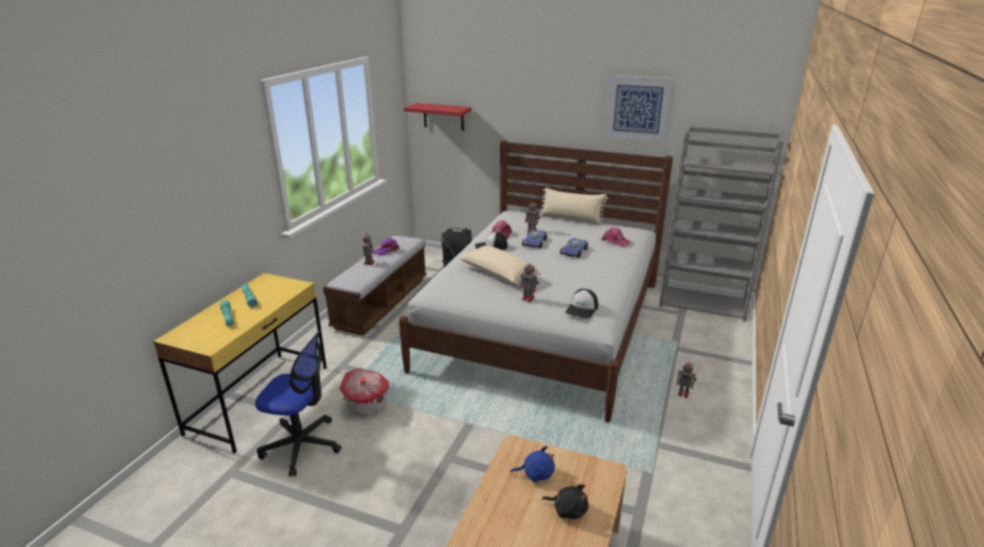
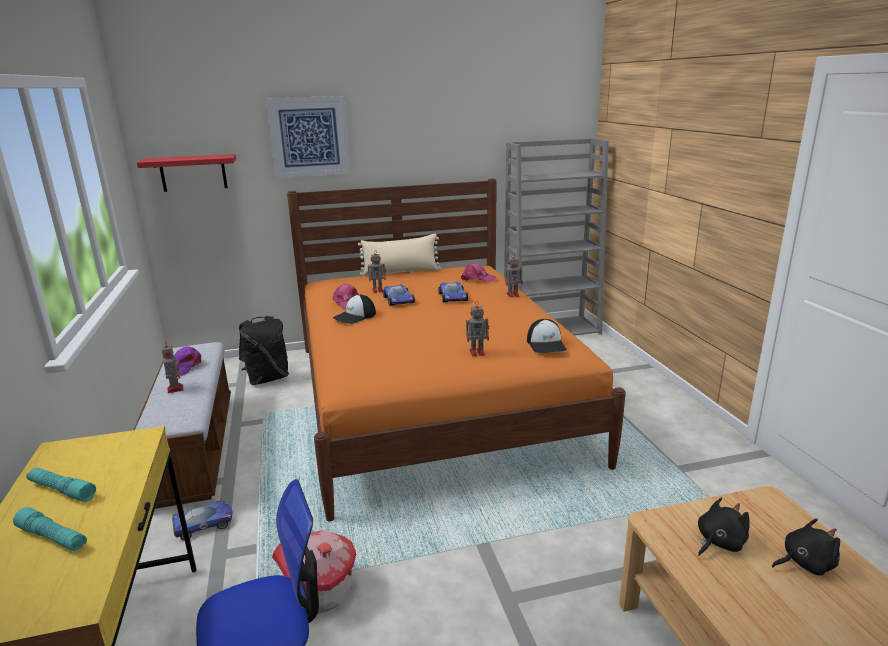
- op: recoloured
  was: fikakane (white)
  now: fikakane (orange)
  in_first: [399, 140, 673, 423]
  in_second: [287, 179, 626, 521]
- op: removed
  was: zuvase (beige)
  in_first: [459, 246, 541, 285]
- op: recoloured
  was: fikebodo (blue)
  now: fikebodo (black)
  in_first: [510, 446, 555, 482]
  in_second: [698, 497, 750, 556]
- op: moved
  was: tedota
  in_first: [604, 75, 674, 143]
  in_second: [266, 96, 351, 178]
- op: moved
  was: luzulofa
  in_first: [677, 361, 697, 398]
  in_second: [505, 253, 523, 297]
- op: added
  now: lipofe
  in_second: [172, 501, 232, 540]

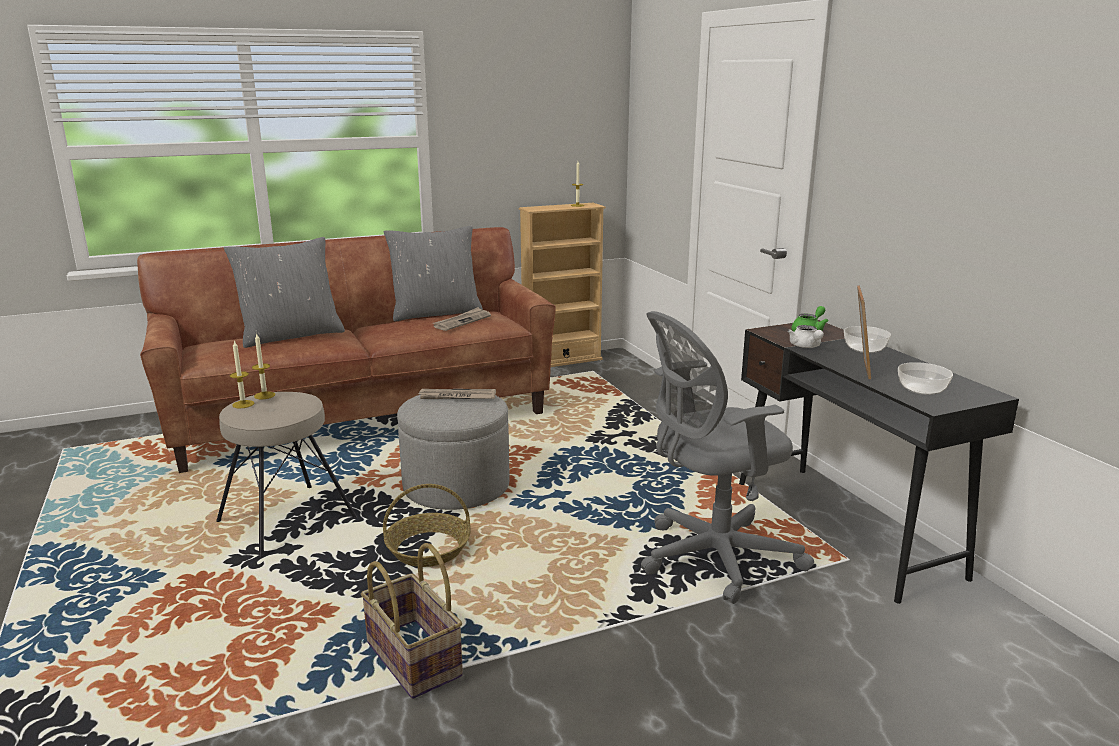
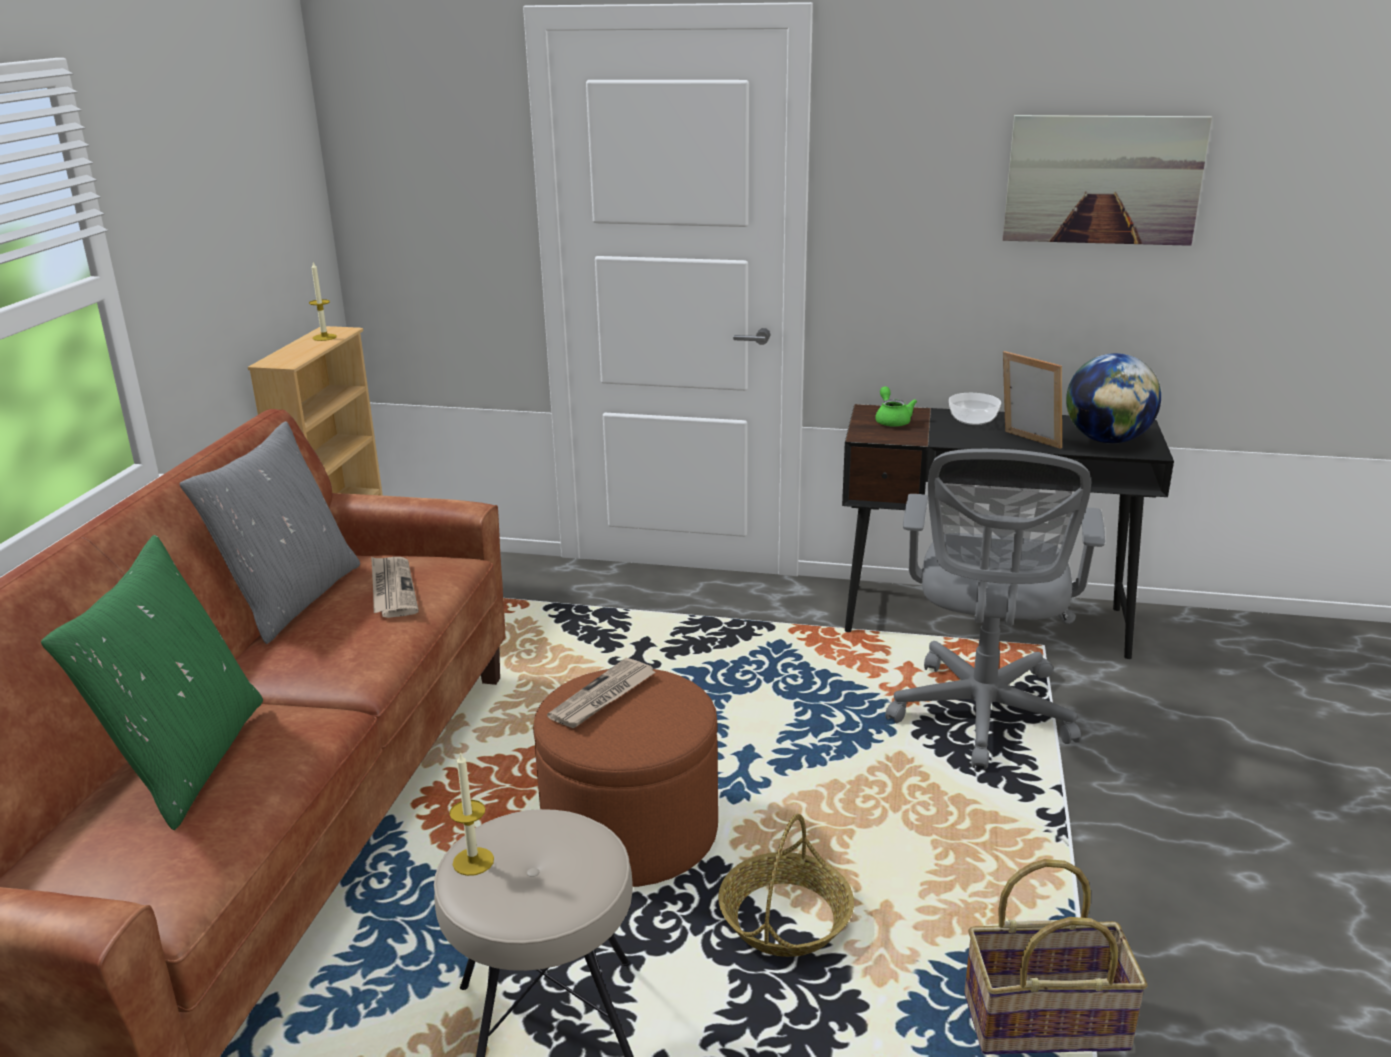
- op: recoloured
  was: zuvase (grey)
  now: zuvase (green)
  in_first: [224, 237, 345, 348]
  in_second: [41, 535, 263, 830]
- op: removed
  was: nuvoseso
  in_first: [230, 340, 254, 409]
- op: recoloured
  was: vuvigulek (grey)
  now: vuvigulek (brown)
  in_first: [397, 394, 509, 510]
  in_second: [533, 669, 718, 887]
- op: removed
  was: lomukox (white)
  in_first: [788, 325, 824, 348]
- op: replaced
  was: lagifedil
  now: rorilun
  in_first: [898, 362, 953, 395]
  in_second: [1066, 353, 1161, 444]
- op: added
  now: tedota
  in_second: [1003, 115, 1212, 246]

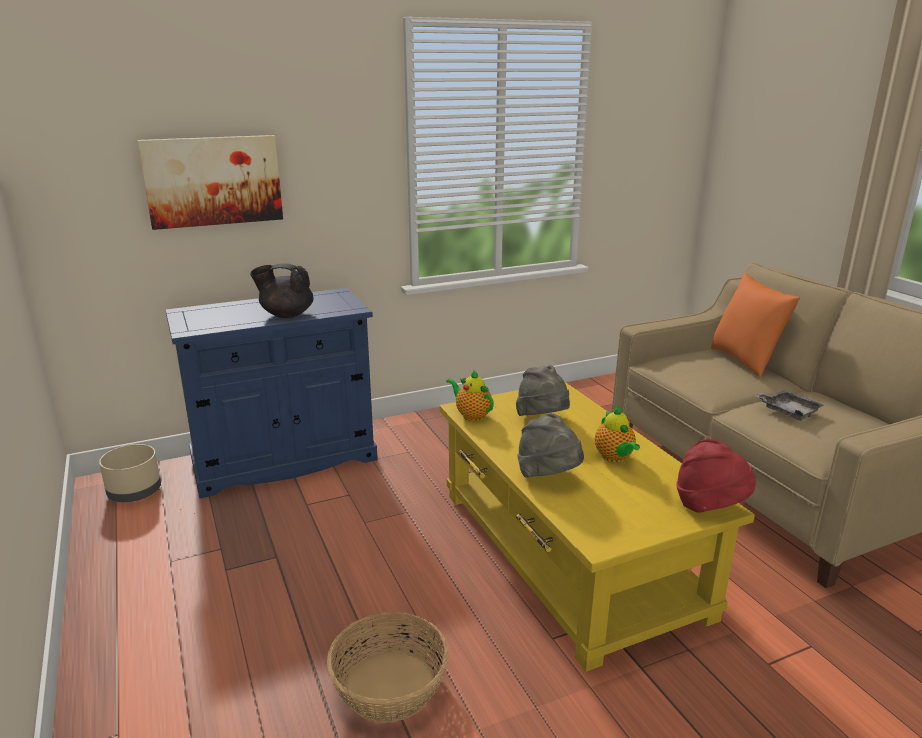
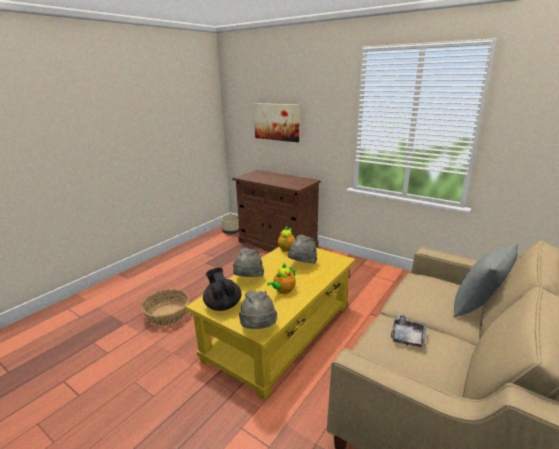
- op: recoloured
  was: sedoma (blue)
  now: sedoma (brown)
  in_first: [165, 288, 378, 498]
  in_second: [233, 170, 321, 252]
- op: moved
  was: lomukox (black)
  in_first: [250, 263, 313, 318]
  in_second: [203, 268, 242, 311]
- op: recoloured
  was: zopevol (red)
  now: zopevol (grey)
  in_first: [676, 439, 756, 513]
  in_second: [239, 291, 277, 329]
- op: recoloured
  was: zuvase (orange)
  now: zuvase (grey)
  in_first: [711, 273, 800, 378]
  in_second: [453, 243, 518, 317]

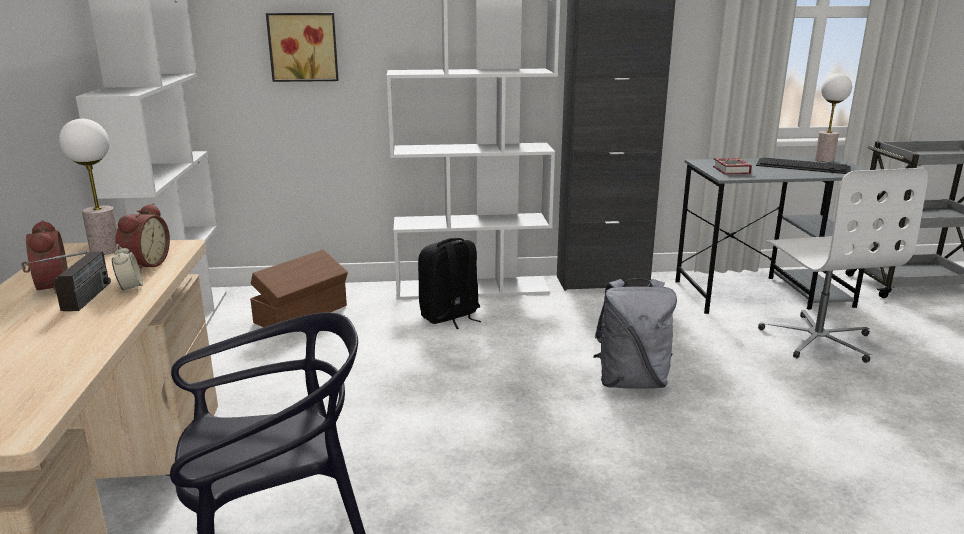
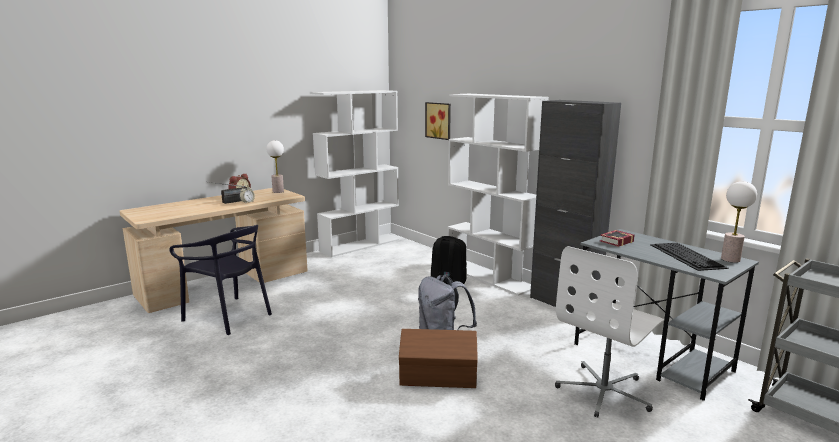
- op: removed
  was: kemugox
  in_first: [115, 203, 170, 270]
- op: moved
  was: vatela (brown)
  in_first: [250, 250, 348, 327]
  in_second: [399, 329, 477, 388]

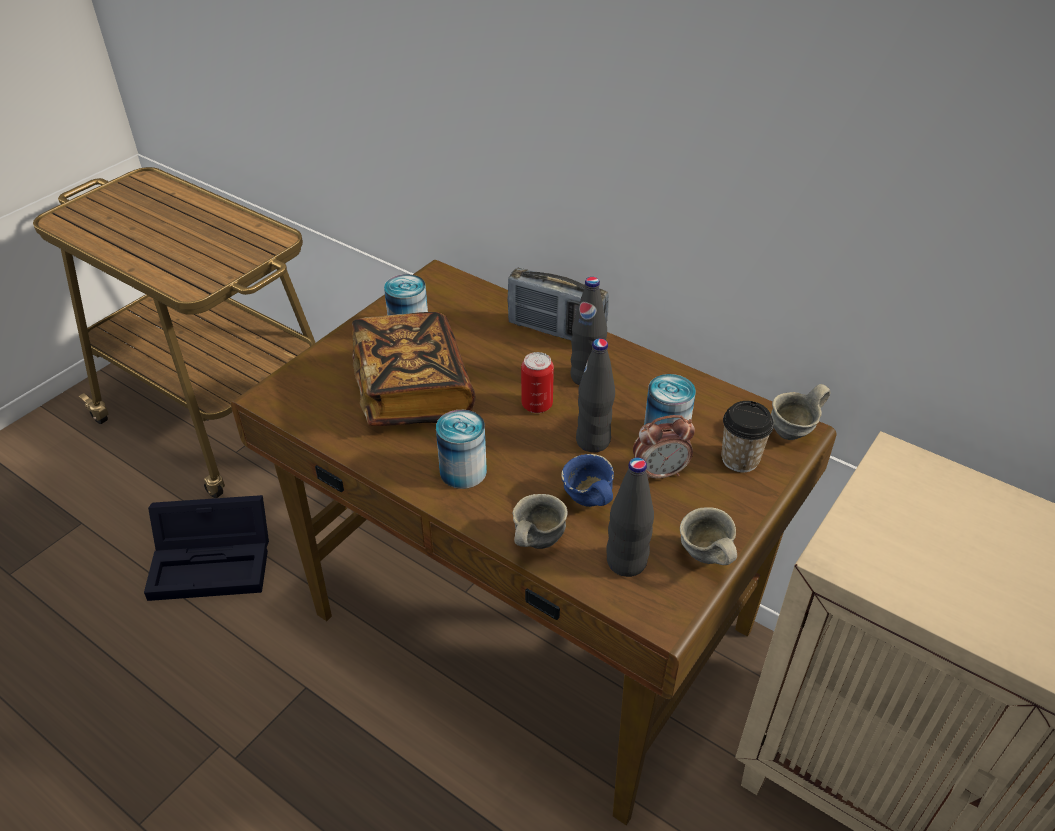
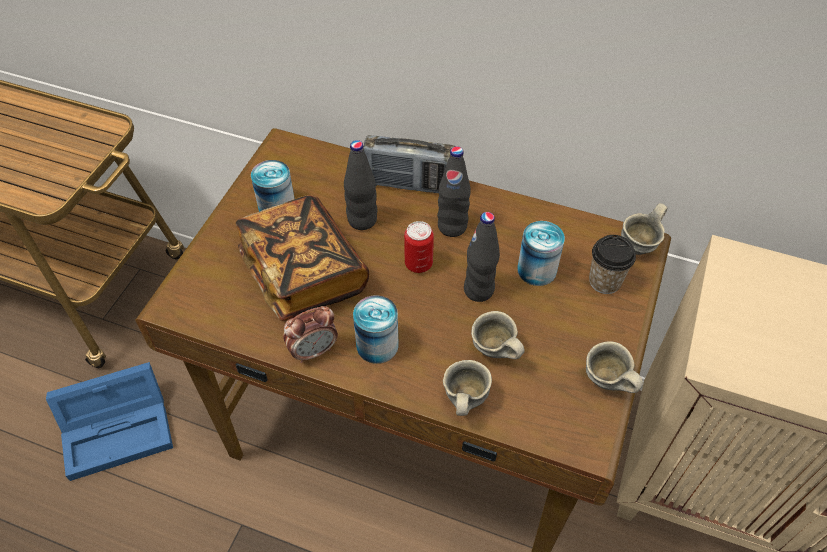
- op: recoloured
  was: vatela (black)
  now: vatela (blue)
  in_first: [144, 495, 269, 601]
  in_second: [46, 362, 173, 481]
- op: recoloured
  was: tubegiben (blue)
  now: tubegiben (grey)
  in_first: [561, 454, 614, 507]
  in_second: [471, 311, 524, 359]
- op: moved
  was: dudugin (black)
  in_first: [606, 457, 654, 577]
  in_second: [344, 140, 377, 230]
- op: moved
  was: kemugox
  in_first: [633, 415, 695, 479]
  in_second: [283, 306, 338, 363]

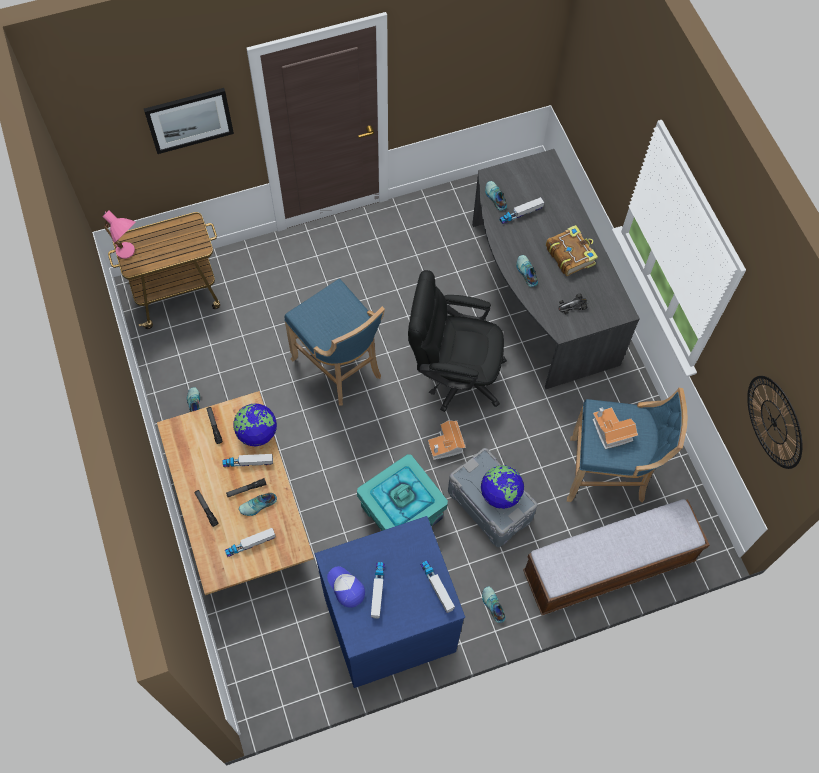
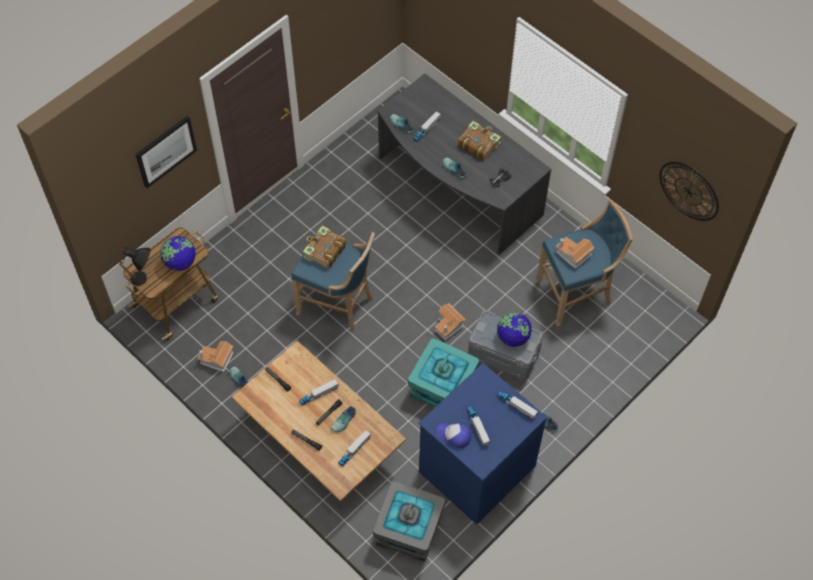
- op: recoloured
  was: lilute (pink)
  now: lilute (black)
  in_first: [103, 211, 136, 259]
  in_second: [119, 247, 151, 285]
- op: moved
  was: rorilun
  in_first: [233, 403, 277, 447]
  in_second: [160, 236, 196, 271]
- op: removed
  was: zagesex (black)
  in_first: [408, 270, 507, 412]
- op: removed
  was: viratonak
  in_first: [523, 499, 710, 615]
- op: added
  now: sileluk
  in_second: [197, 341, 233, 372]
- op: added
  now: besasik
  in_second: [303, 226, 346, 269]
- op: added
  now: vatela (grey)
  in_second: [373, 481, 445, 562]

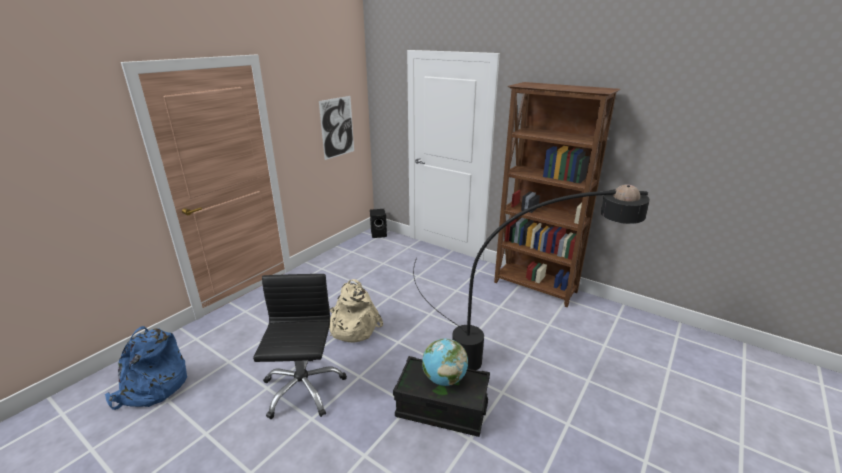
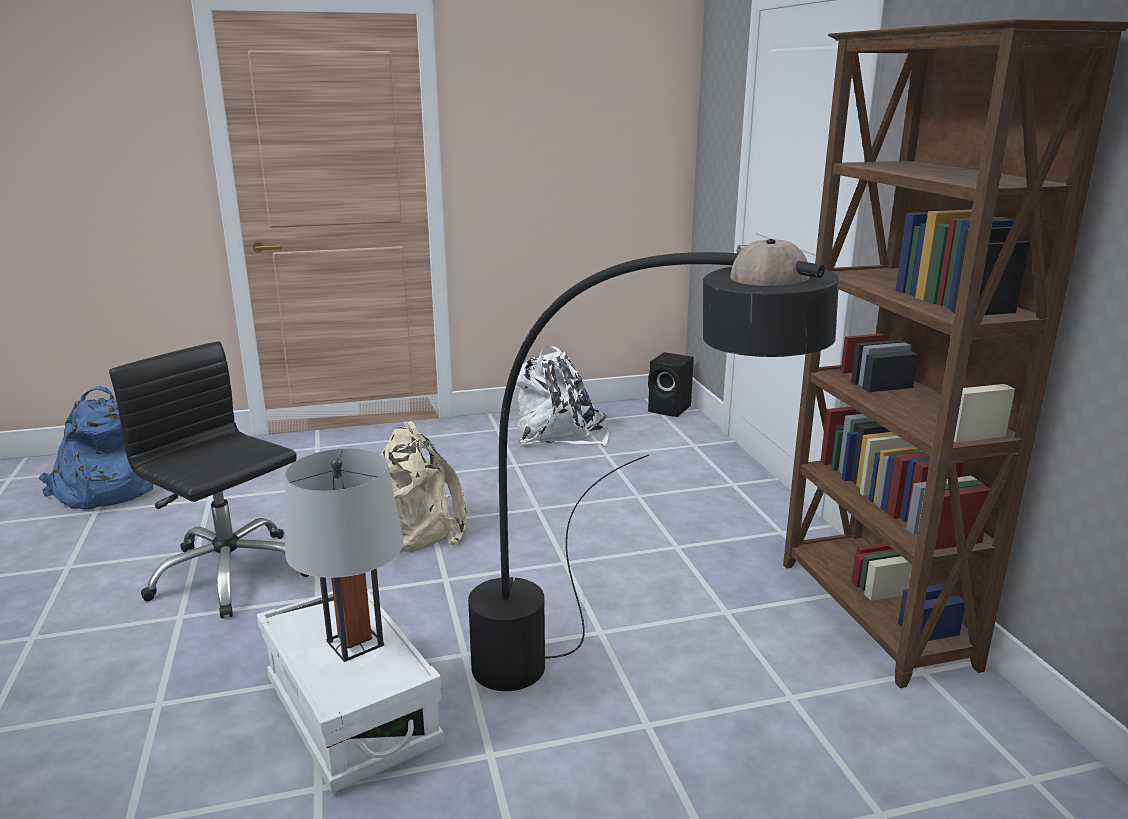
- op: turned
  was: zagesex (black)
  in_first: [253, 274, 347, 419]
  in_second: [109, 341, 309, 618]
  clockwise: -90
- op: removed
  was: tedota
  in_first: [319, 96, 354, 160]
- op: recoloured
  was: vatela (black)
  now: vatela (white)
  in_first: [393, 356, 490, 437]
  in_second: [257, 588, 444, 793]
- op: replaced
  was: rorilun
  now: lilute (grey)
  in_first: [422, 338, 468, 386]
  in_second: [285, 448, 404, 662]
- op: added
  now: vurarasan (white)
  in_second: [516, 346, 609, 446]

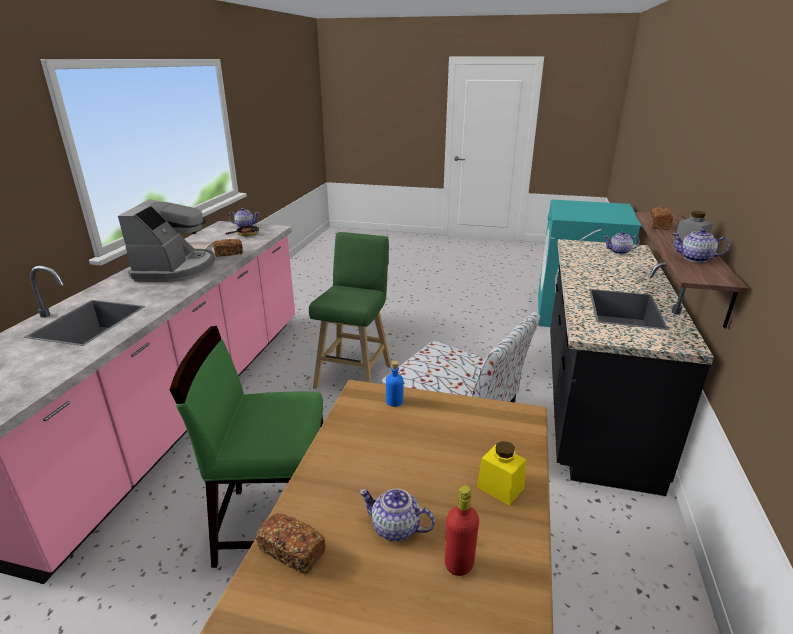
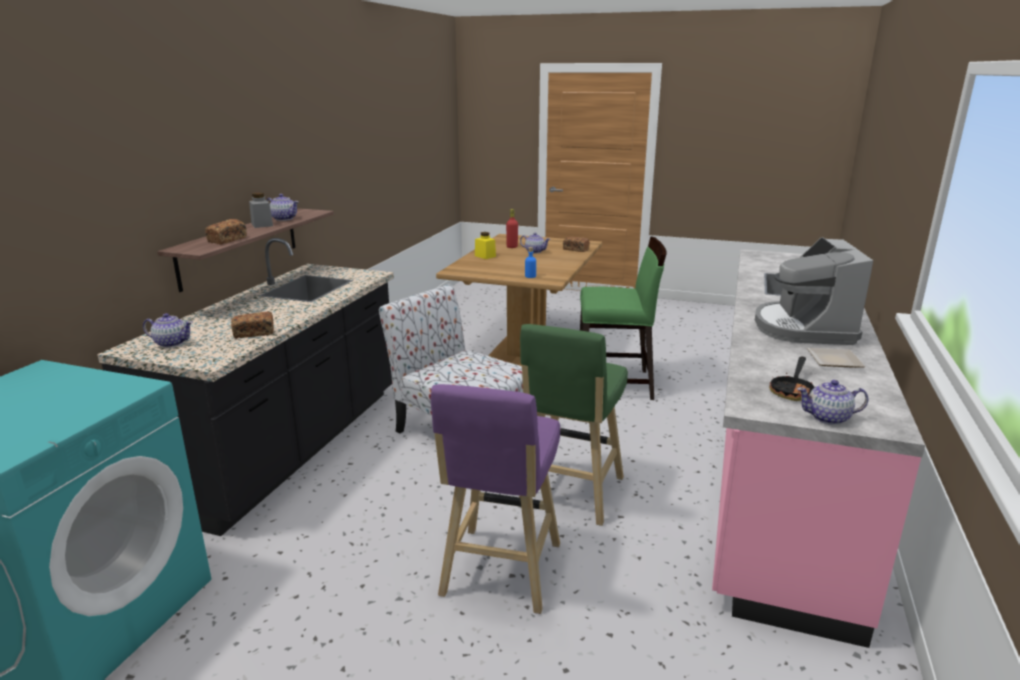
- op: moved
  was: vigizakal
  in_first: [213, 239, 243, 257]
  in_second: [231, 312, 274, 339]
- op: added
  now: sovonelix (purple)
  in_second: [431, 384, 560, 614]

